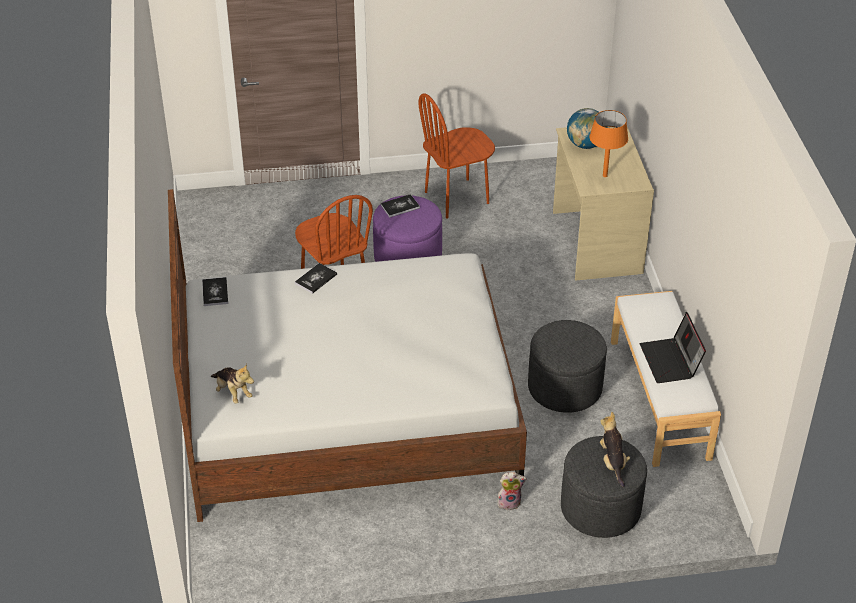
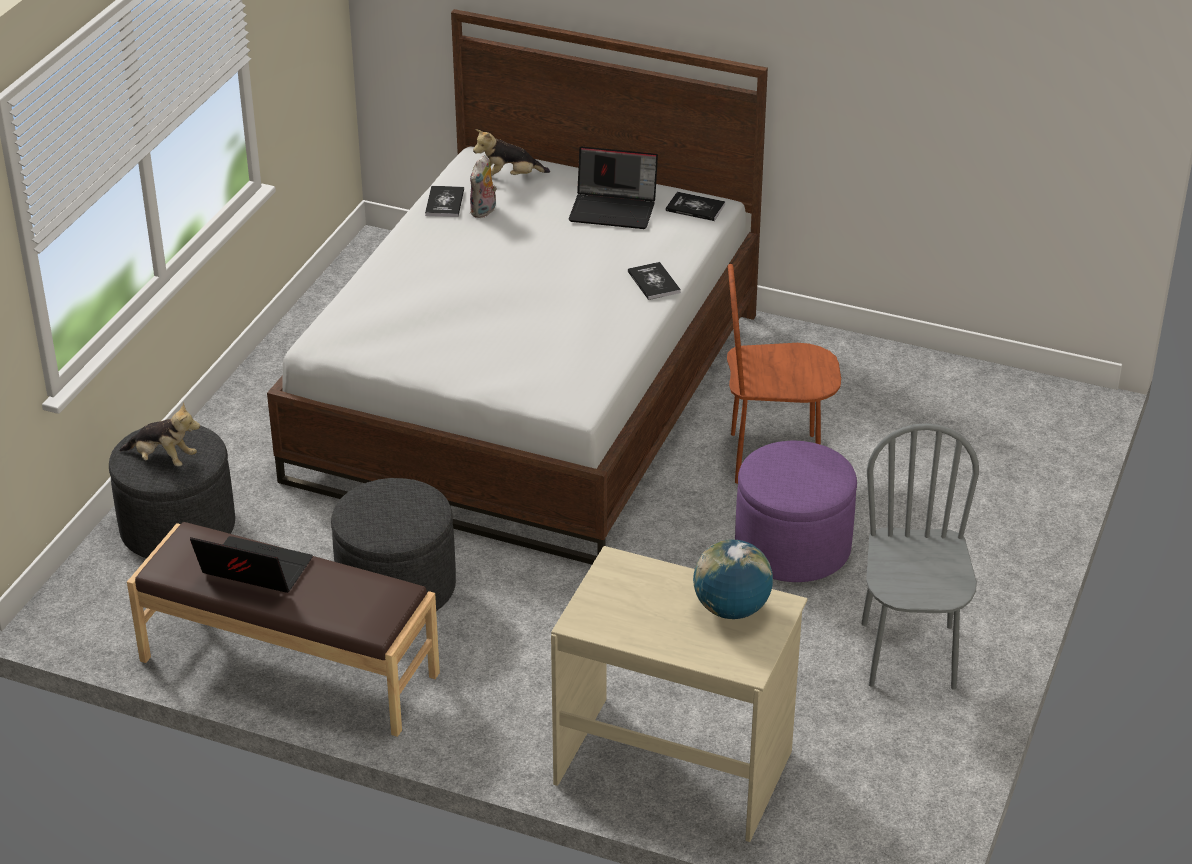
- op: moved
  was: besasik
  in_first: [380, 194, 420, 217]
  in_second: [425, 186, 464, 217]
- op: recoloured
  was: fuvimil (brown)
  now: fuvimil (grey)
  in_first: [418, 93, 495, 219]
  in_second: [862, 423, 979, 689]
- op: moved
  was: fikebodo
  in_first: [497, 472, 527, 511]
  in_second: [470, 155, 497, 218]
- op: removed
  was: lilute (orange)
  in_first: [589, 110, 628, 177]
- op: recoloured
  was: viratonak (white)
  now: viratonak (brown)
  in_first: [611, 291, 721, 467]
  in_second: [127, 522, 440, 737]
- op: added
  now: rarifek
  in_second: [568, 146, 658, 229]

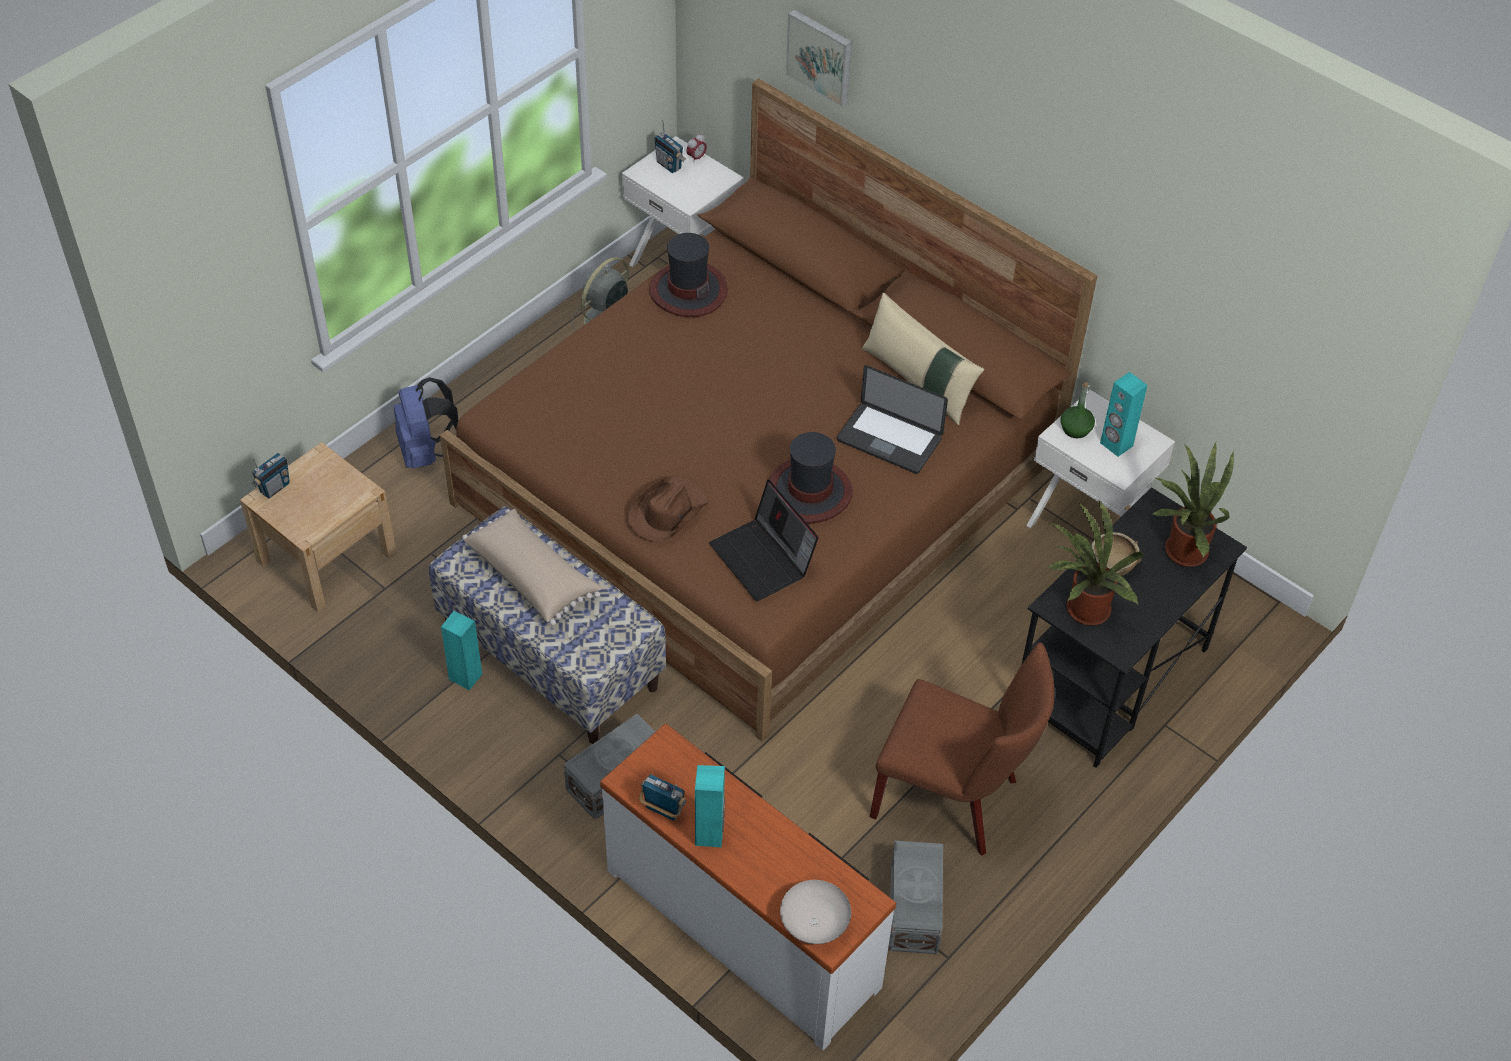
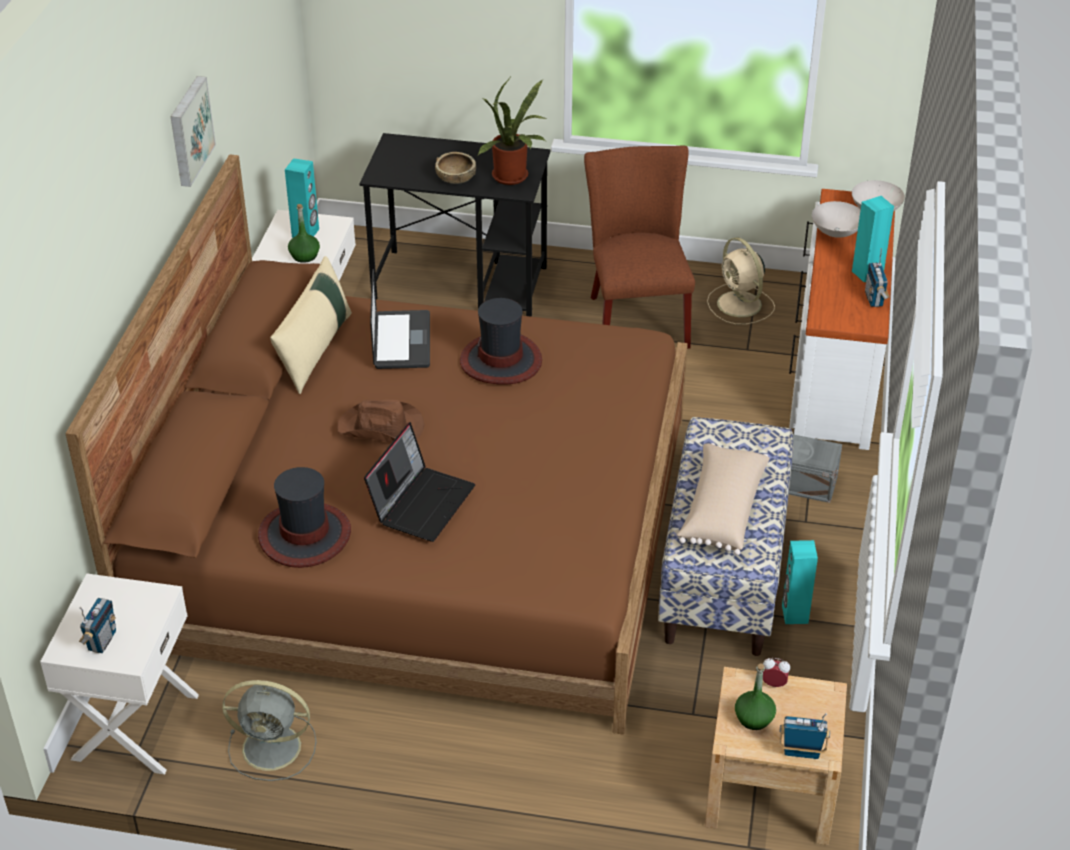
- op: removed
  was: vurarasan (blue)
  in_first: [394, 377, 458, 469]
- op: moved
  was: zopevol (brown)
  in_first: [627, 476, 709, 543]
  in_second: [337, 400, 424, 443]
- op: moved
  was: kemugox
  in_first: [686, 134, 707, 163]
  in_second: [763, 658, 790, 687]
- op: moved
  was: rarifek
  in_first: [709, 480, 819, 601]
  in_second: [364, 422, 475, 542]
- op: moved
  was: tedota
  in_first: [786, 9, 852, 107]
  in_second: [170, 76, 216, 187]
- op: replaced
  was: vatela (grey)
  now: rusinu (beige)
  in_first: [889, 841, 943, 954]
  in_second: [707, 237, 775, 324]
- op: removed
  was: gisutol
  in_first: [1151, 442, 1234, 567]
- op: added
  now: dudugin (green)
  in_second: [735, 664, 776, 730]
- op: added
  now: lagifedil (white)
  in_second: [812, 201, 861, 238]

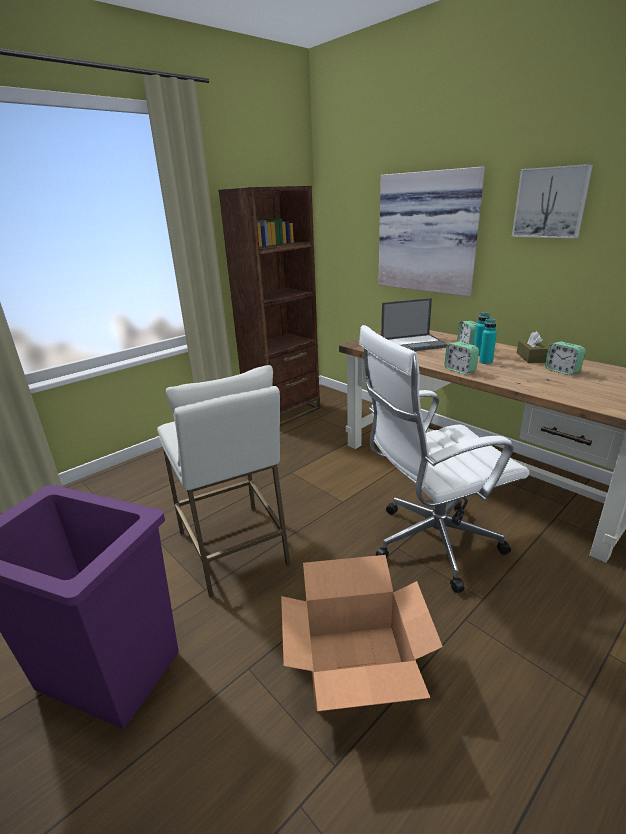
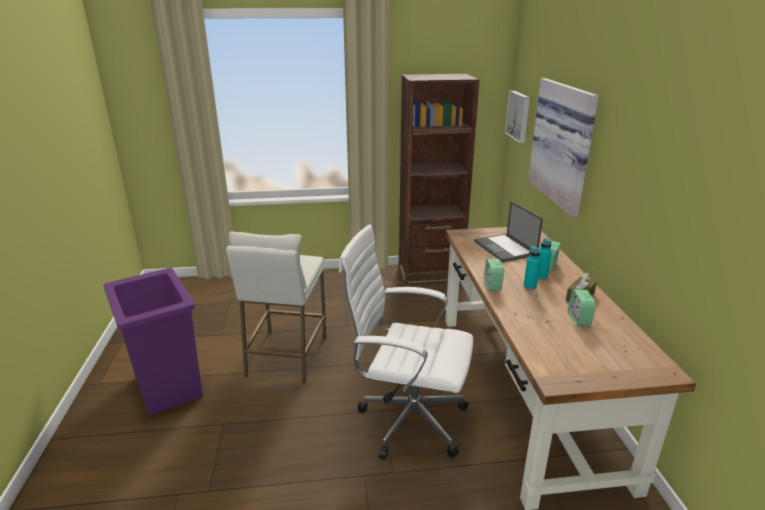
- op: removed
  was: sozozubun
  in_first: [281, 555, 443, 712]
- op: turned
  was: rarifek
  in_first: [381, 298, 448, 351]
  in_second: [474, 201, 543, 262]
  clockwise: 45
- op: moved
  was: tedota
  in_first: [512, 164, 593, 239]
  in_second: [505, 91, 530, 143]

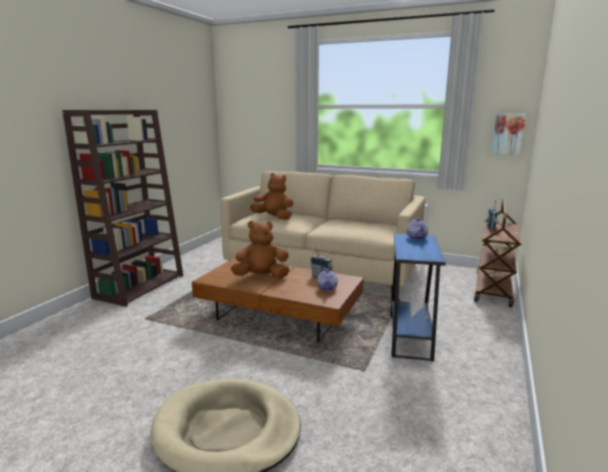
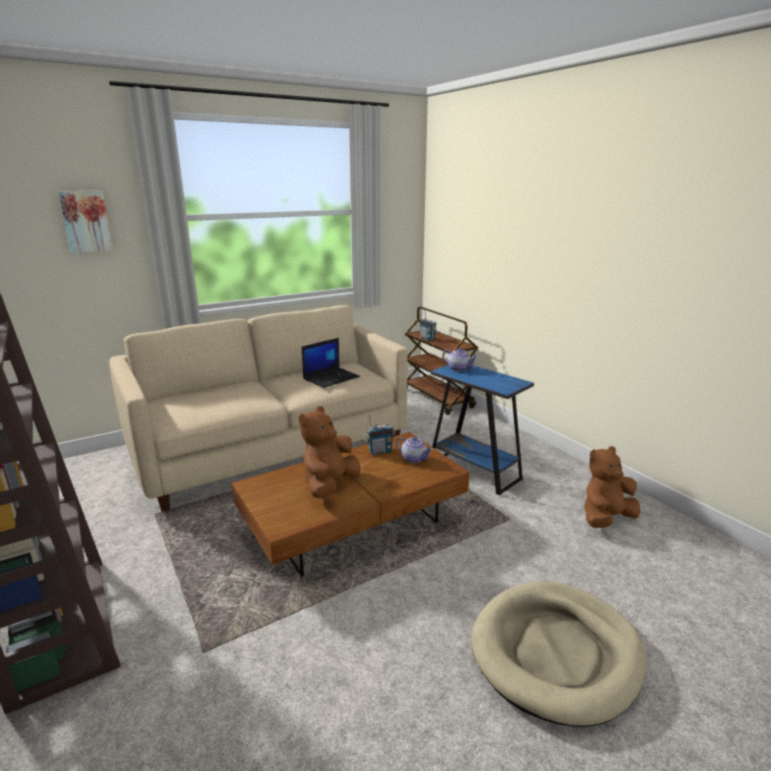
- op: moved
  was: fikebodo (brown)
  in_first: [250, 173, 294, 220]
  in_second: [584, 446, 640, 528]
- op: moved
  was: tedota
  in_first: [492, 113, 526, 155]
  in_second: [58, 191, 114, 253]
- op: added
  now: rarifek
  in_second: [302, 338, 360, 388]

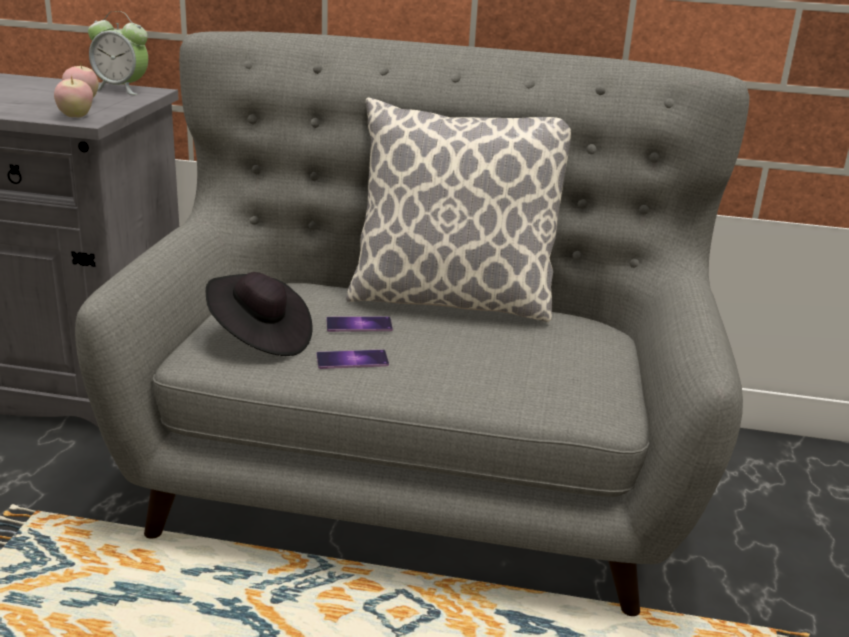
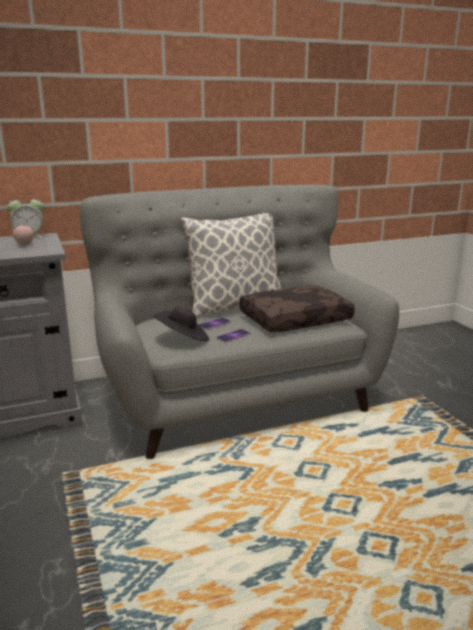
- op: removed
  was: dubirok
  in_first: [54, 76, 93, 117]
- op: added
  now: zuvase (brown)
  in_second: [239, 285, 355, 332]

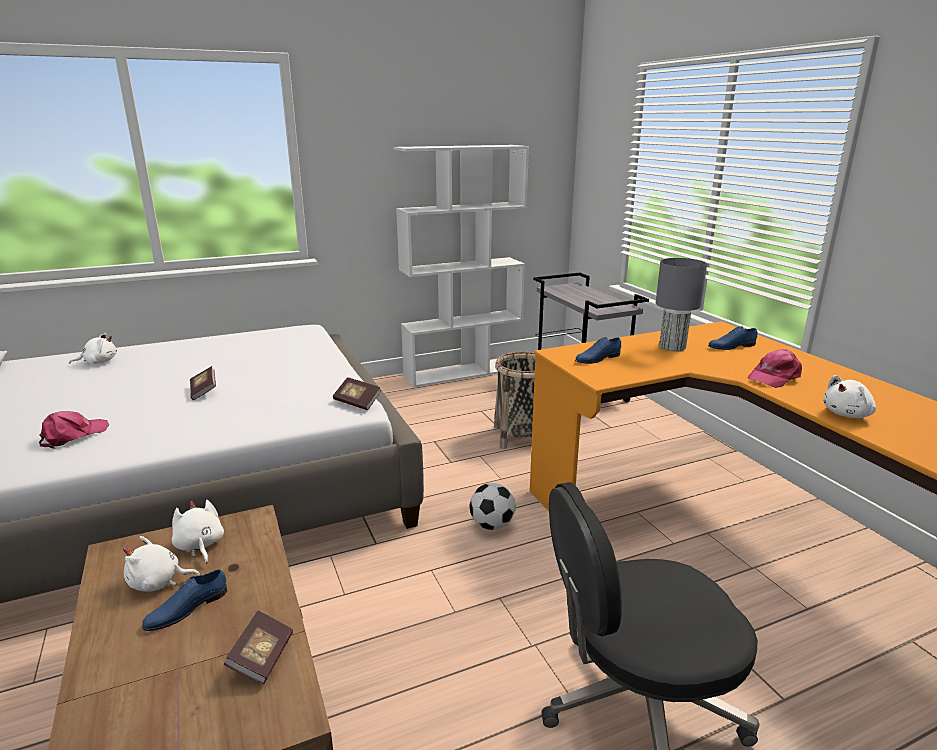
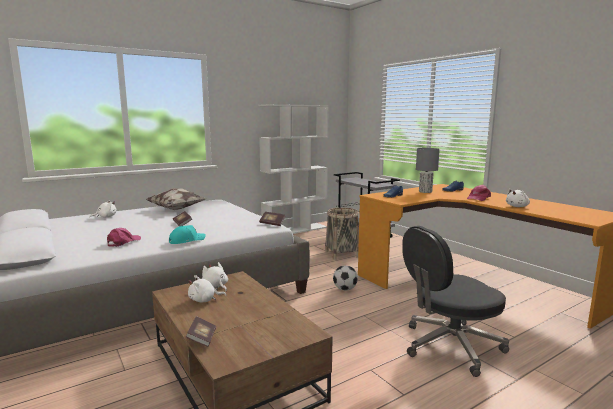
- op: removed
  was: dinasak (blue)
  in_first: [142, 570, 227, 631]
- op: moved
  was: besasik
  in_first: [224, 610, 293, 684]
  in_second: [186, 316, 216, 347]
- op: added
  now: zuvase
  in_second: [145, 188, 206, 210]
- op: added
  now: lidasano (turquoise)
  in_second: [169, 225, 206, 244]

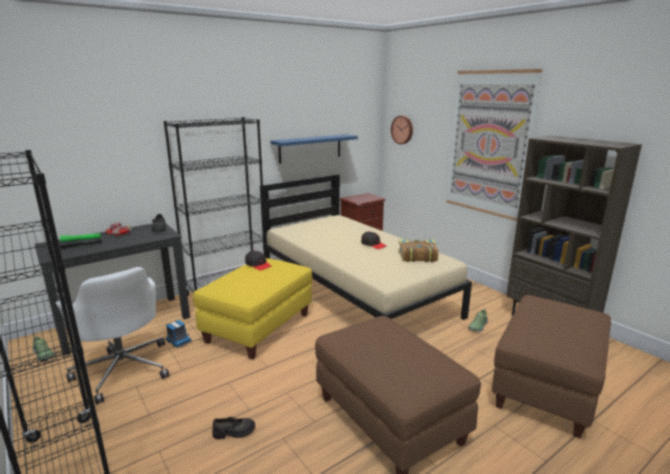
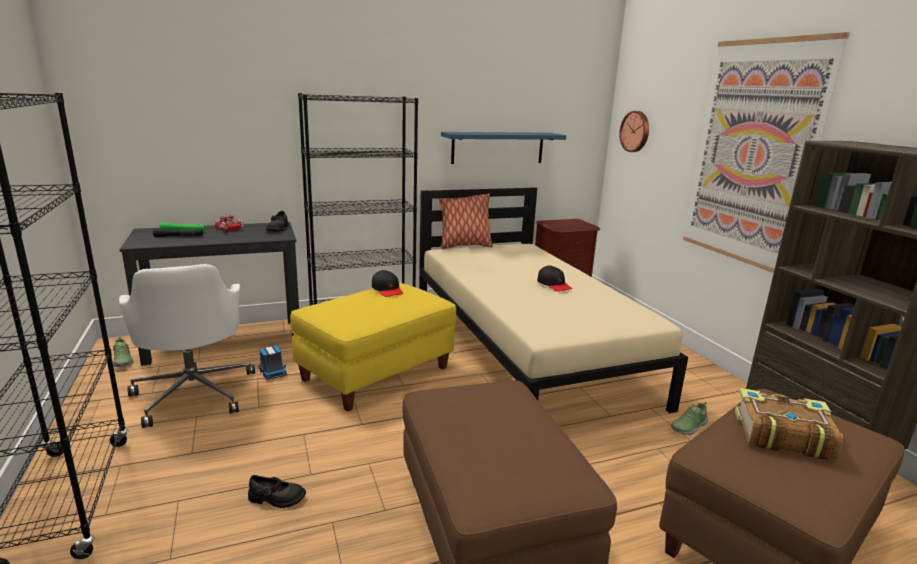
- op: moved
  was: besasik
  in_first: [398, 239, 439, 262]
  in_second: [735, 388, 843, 460]
- op: added
  now: zuvase
  in_second: [438, 193, 493, 249]

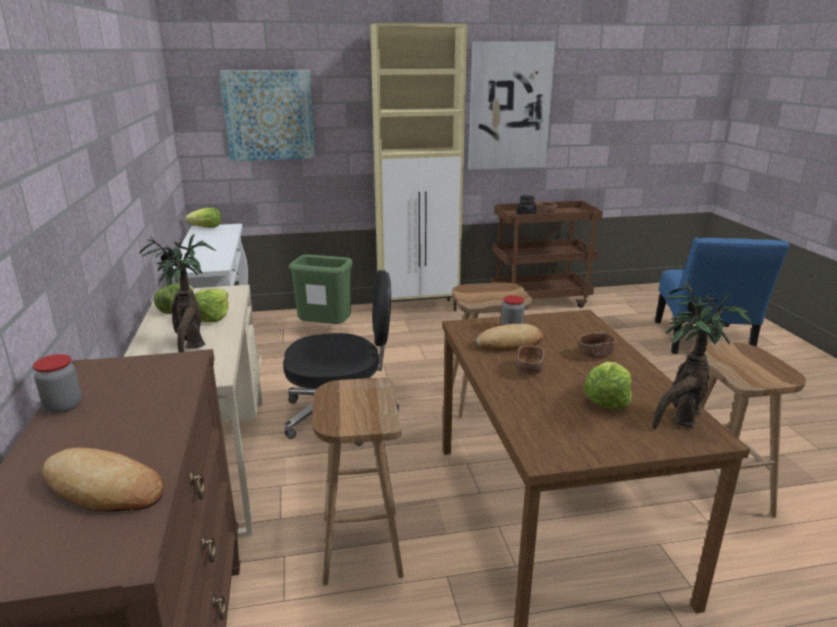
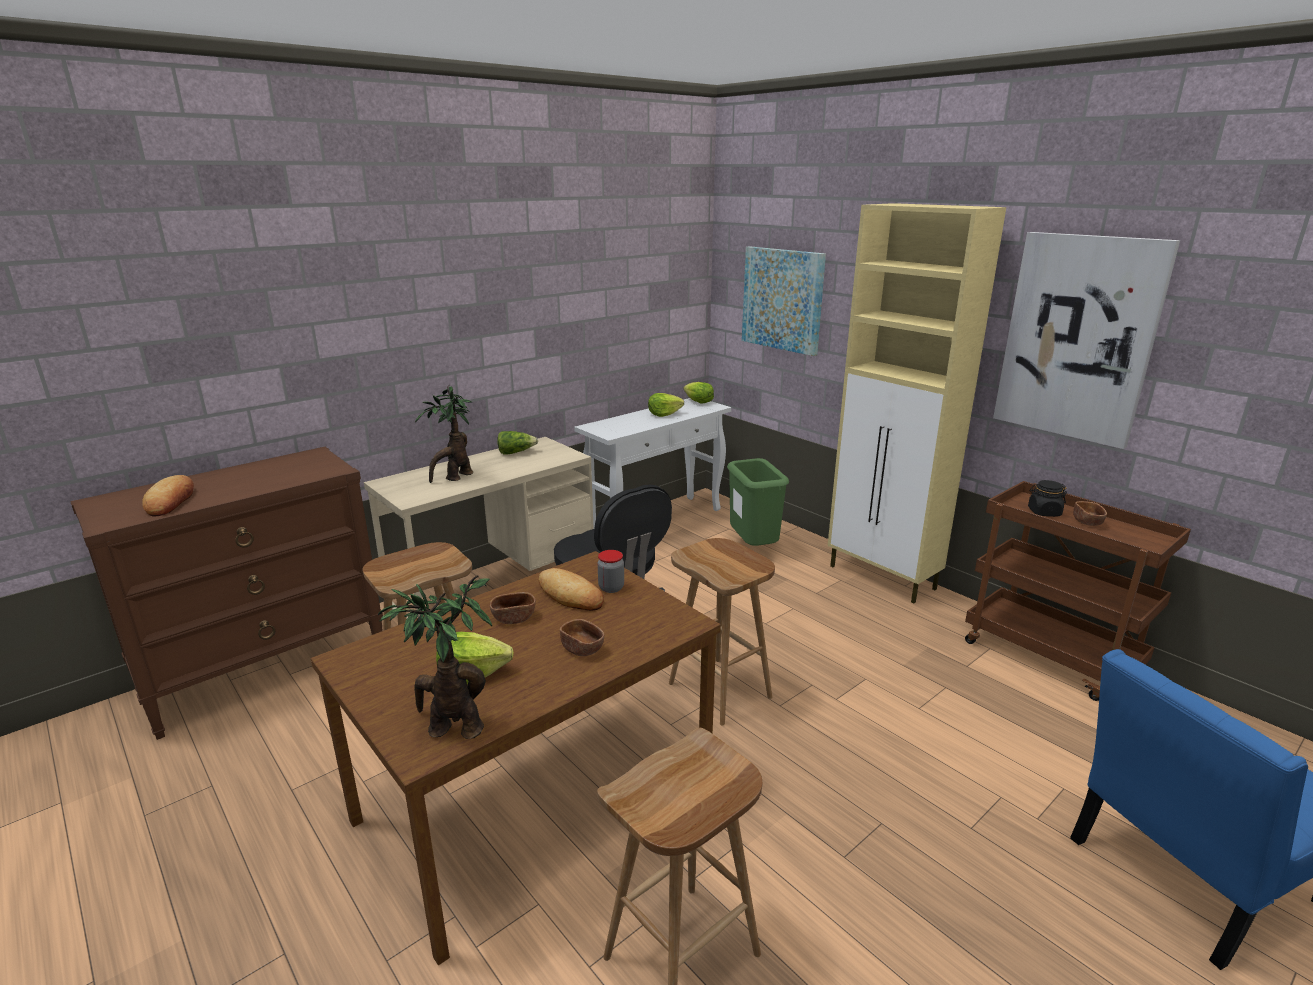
- op: removed
  was: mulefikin
  in_first: [33, 354, 81, 413]
- op: moved
  was: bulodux
  in_first: [194, 288, 229, 322]
  in_second: [648, 393, 684, 417]

